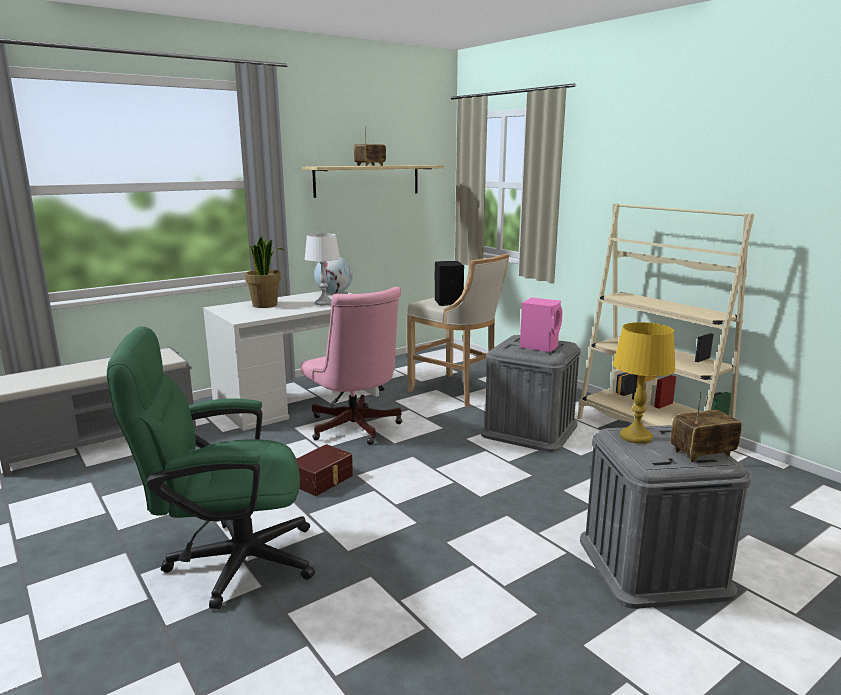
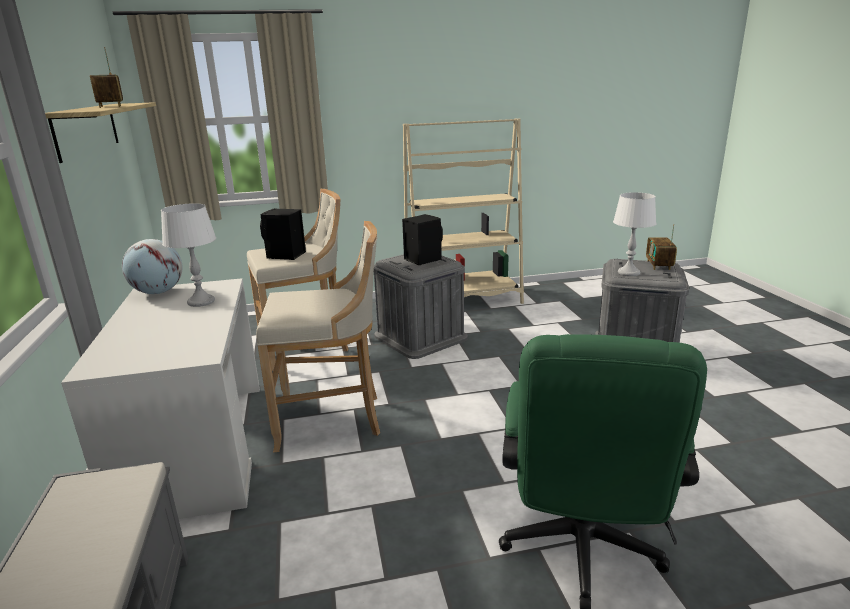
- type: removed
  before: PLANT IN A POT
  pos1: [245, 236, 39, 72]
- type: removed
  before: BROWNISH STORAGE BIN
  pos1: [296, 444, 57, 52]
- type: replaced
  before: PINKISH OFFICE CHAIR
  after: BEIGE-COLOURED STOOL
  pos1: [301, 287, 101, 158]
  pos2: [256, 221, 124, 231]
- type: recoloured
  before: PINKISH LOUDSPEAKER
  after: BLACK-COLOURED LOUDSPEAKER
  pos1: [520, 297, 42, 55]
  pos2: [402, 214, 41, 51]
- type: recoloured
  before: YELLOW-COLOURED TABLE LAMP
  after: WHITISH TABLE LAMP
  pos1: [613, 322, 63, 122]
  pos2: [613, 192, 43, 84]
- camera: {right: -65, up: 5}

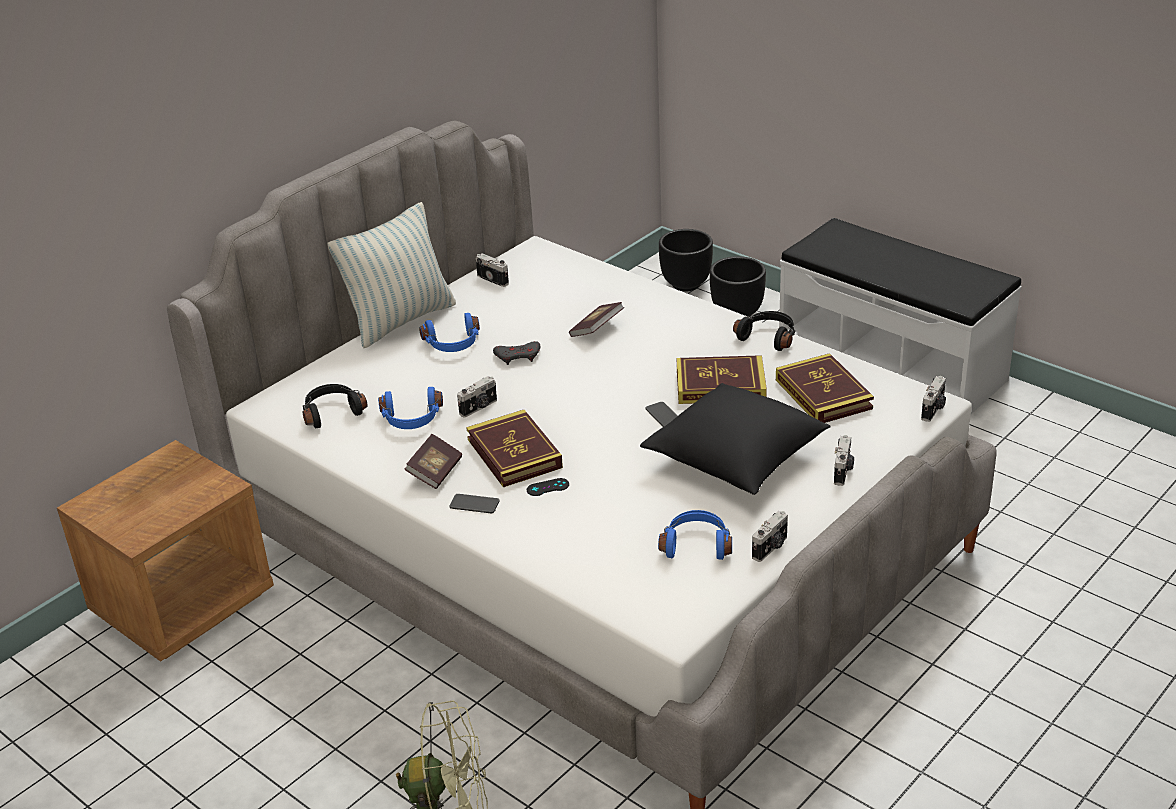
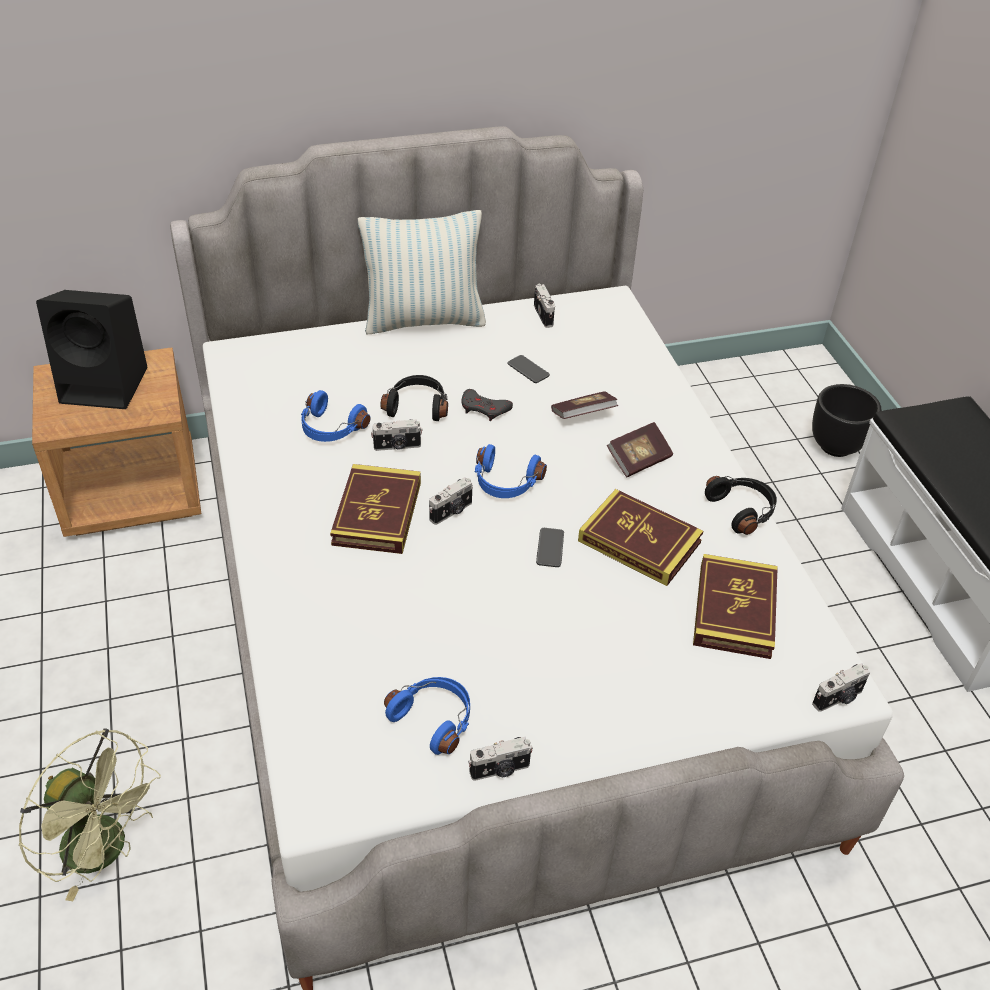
- type: moved
  before: BLACK-COLOURED HEADSET
  pos1: [302, 384, 66, 44]
  pos2: [380, 375, 68, 46]
- type: moved
  before: BOOK
  pos1: [404, 434, 58, 55]
  pos2: [607, 422, 66, 55]
- type: moved
  before: BLUE-COLOURED HEADSET
  pos1: [419, 313, 61, 39]
  pos2: [475, 444, 72, 54]
- type: moved
  before: HANDSET
  pos1: [449, 494, 51, 19]
  pos2: [508, 355, 42, 28]
- type: removed
  before: BLACK-COLOURED GAMEPAD
  pos1: [527, 478, 42, 18]
- type: removed
  before: BLACK-COLOURED PILLOW
  pos1: [640, 383, 190, 112]
- type: removed
  before: BLACK-COLOURED PLANT POT
  pos1: [659, 229, 54, 62]
- type: moved
  before: PHOTO CAMERA
  pos1: [834, 435, 20, 51]
  pos2: [429, 477, 44, 48]
- type: added
  after: BLACK-COLOURED LOUDSPEAKER
  pos2: [36, 290, 112, 119]
- camera: {right: 30, up: 10}

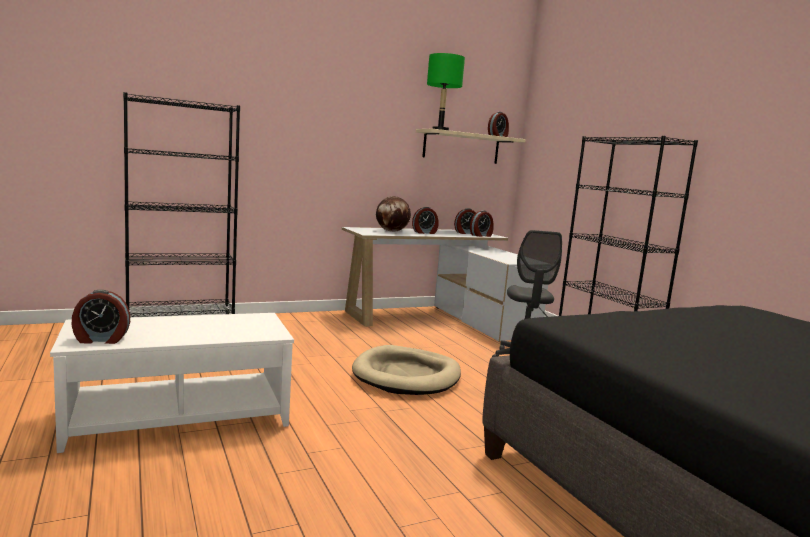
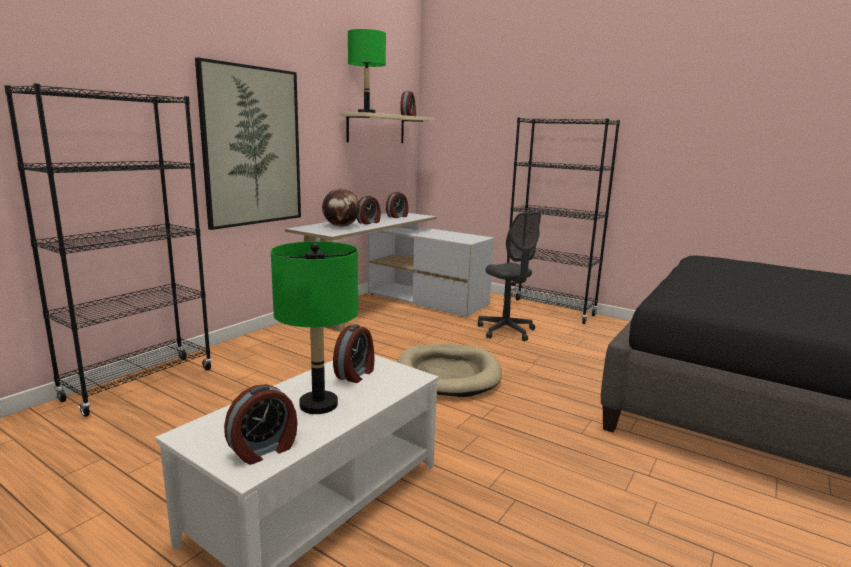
- type: moved
  before: BEDSIDE CLOCK
  pos1: [470, 210, 24, 27]
  pos2: [333, 324, 41, 59]
- type: added
  after: WALL PICTURE
  pos2: [195, 57, 106, 173]
- type: added
  after: GREEN TABLE LAMP
  pos2: [271, 241, 87, 173]
- camera: {right: -30, up: 5}

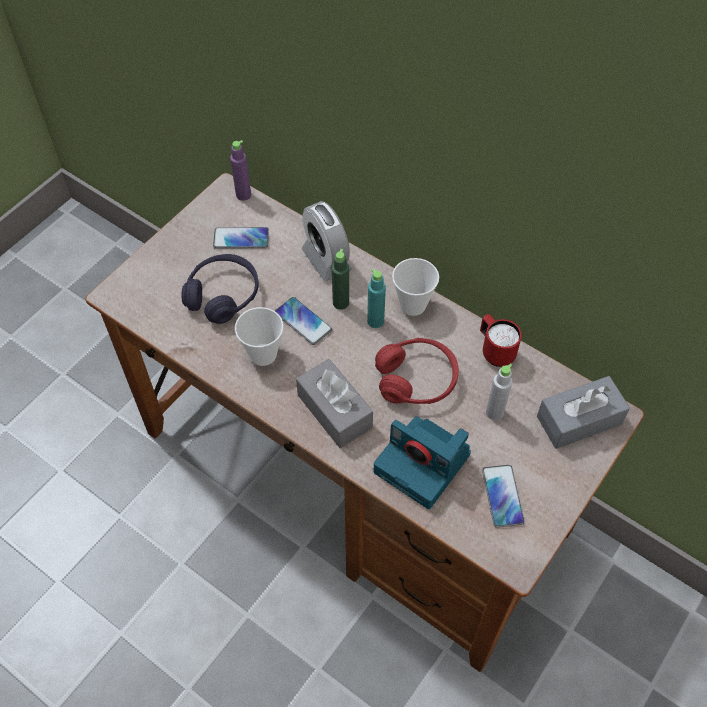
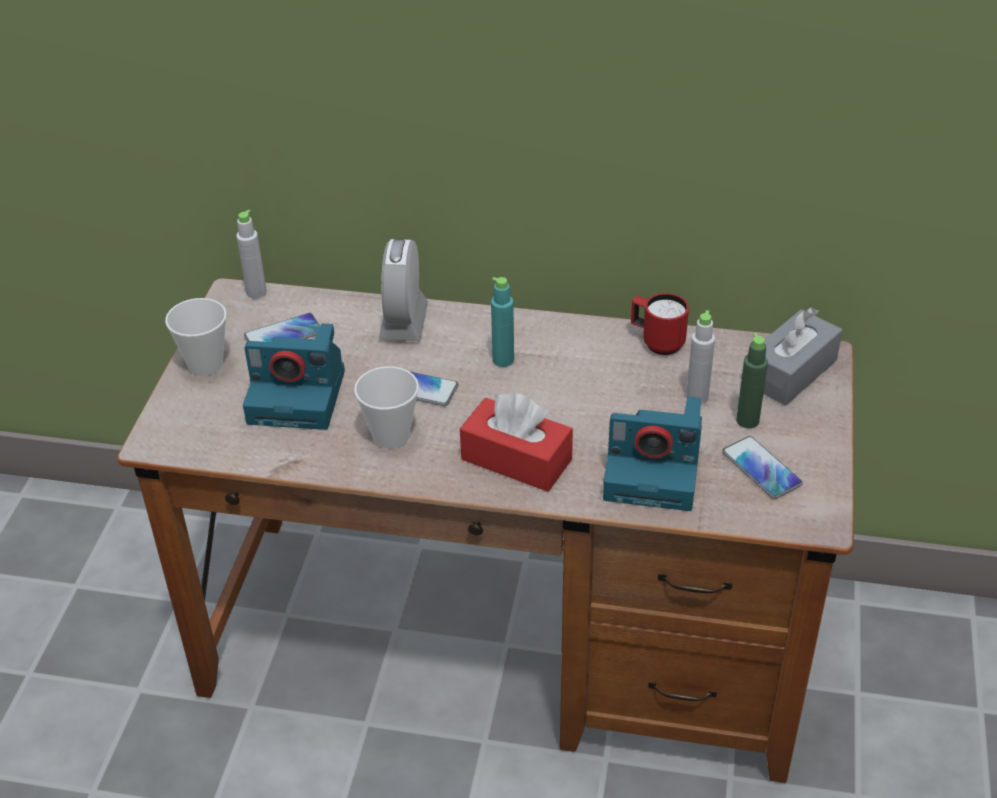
- type: replaced
  before: PURPLE HEADSET
  after: PHOTO CAMERA
  pos1: [182, 254, 77, 70]
  pos2: [243, 323, 102, 107]
- type: recoloured
  before: PURPLE BEVERAGE BOTTLE
  after: GREY BEVERAGE BOTTLE
  pos1: [230, 140, 21, 61]
  pos2: [236, 210, 31, 89]
- type: recoloured
  before: GREY TISSUE BOX
  after: RED-COLOURED TISSUE BOX
  pos1: [296, 359, 77, 89]
  pos2: [460, 393, 113, 99]
- type: turned
  before: BEDSIDE CLOCK
  pos1: [302, 201, 50, 81]
  pos2: [379, 239, 49, 102]
  turn: 60
- type: moved
  before: GREEN BEVERAGE BOTTLE
  pos1: [332, 249, 17, 61]
  pos2: [736, 333, 32, 95]
- type: removed
  before: RED-COLOURED HEADSET
  pos1: [375, 338, 84, 66]
- type: moved
  before: CUP
  pos1: [392, 258, 47, 58]
  pos2: [165, 298, 62, 78]
- camera: {right: -25, up: -15}

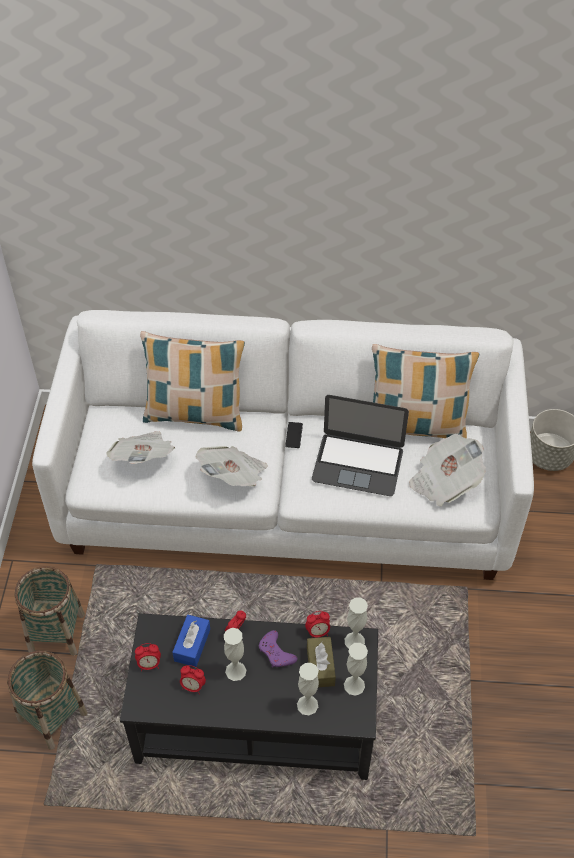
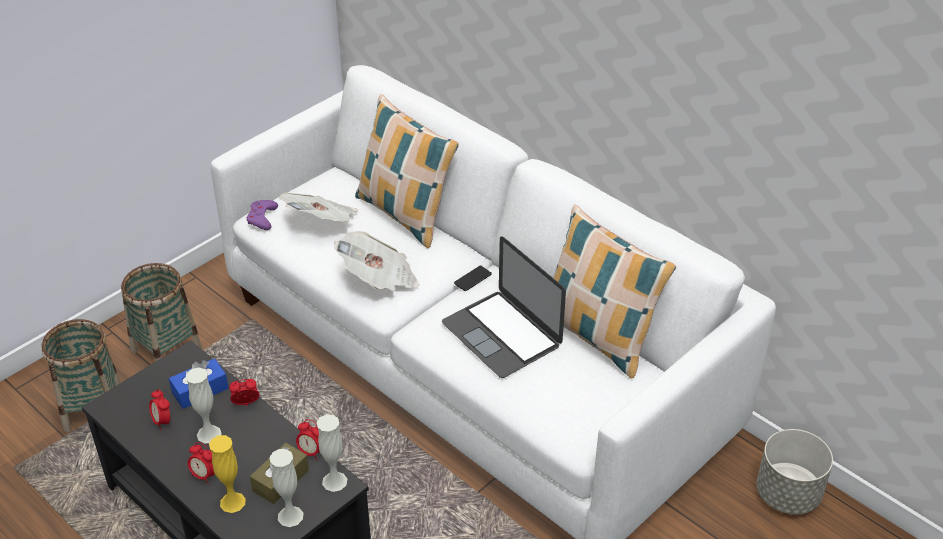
- type: moved
  before: BEDSIDE CLOCK
  pos1: [135, 643, 26, 28]
  pos2: [188, 442, 27, 42]
- type: moved
  before: PURPLE GAMEPAD
  pos1: [259, 630, 38, 37]
  pos2: [246, 200, 32, 30]
- type: recoloured
  before: WHITISH VASE
  after: YELLOW-COLOURED VASE
  pos1: [297, 663, 22, 52]
  pos2: [209, 435, 37, 78]
- type: removed
  before: DAILY PAPER
  pos1: [409, 434, 77, 72]
- camera: {right: 40, up: -10}

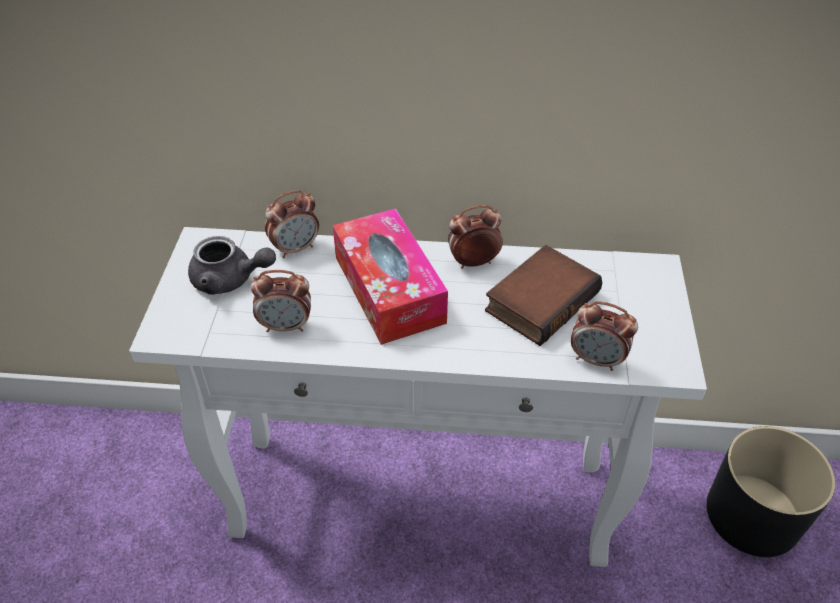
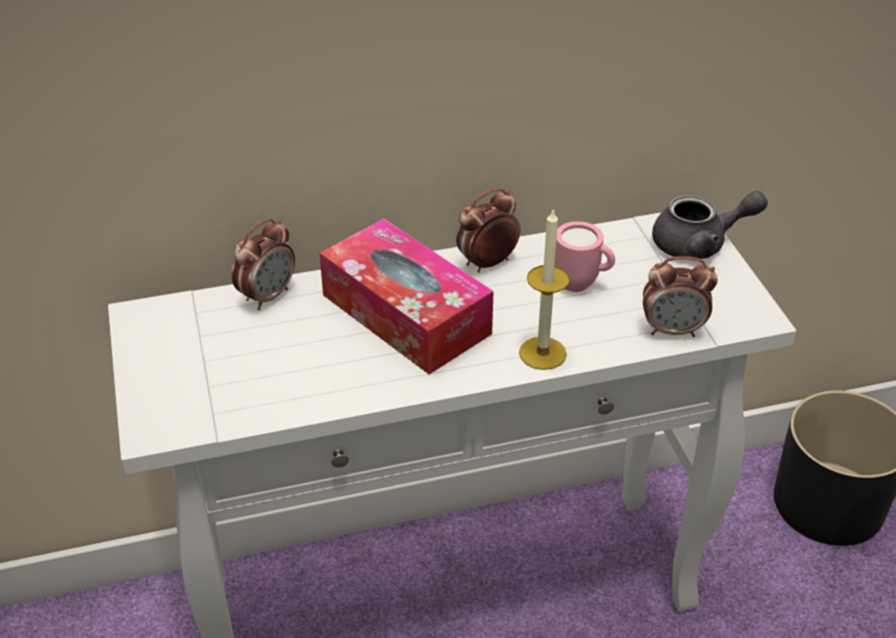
- type: moved
  before: GREY POT FOR TEA
  pos1: [188, 236, 88, 59]
  pos2: [652, 191, 116, 68]
- type: removed
  before: BEDSIDE CLOCK
  pos1: [251, 270, 60, 62]
- type: replaced
  before: BOOK
  after: PINKISH COFFEE MUG
  pos1: [485, 245, 117, 101]
  pos2: [555, 221, 60, 71]
- type: added
  after: WAX LIGHT
  pos2: [519, 208, 51, 162]
- camera: {right: -20, up: -5}

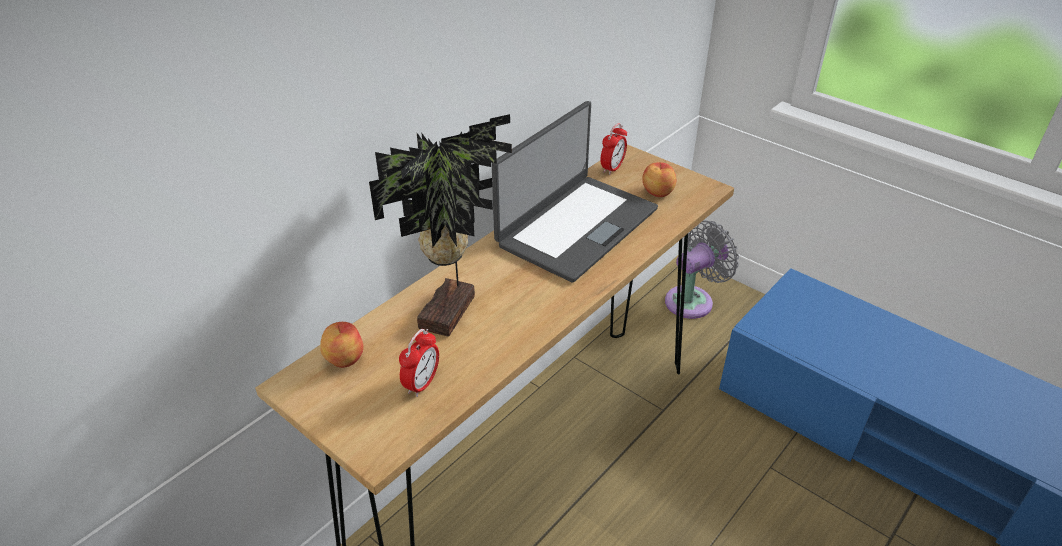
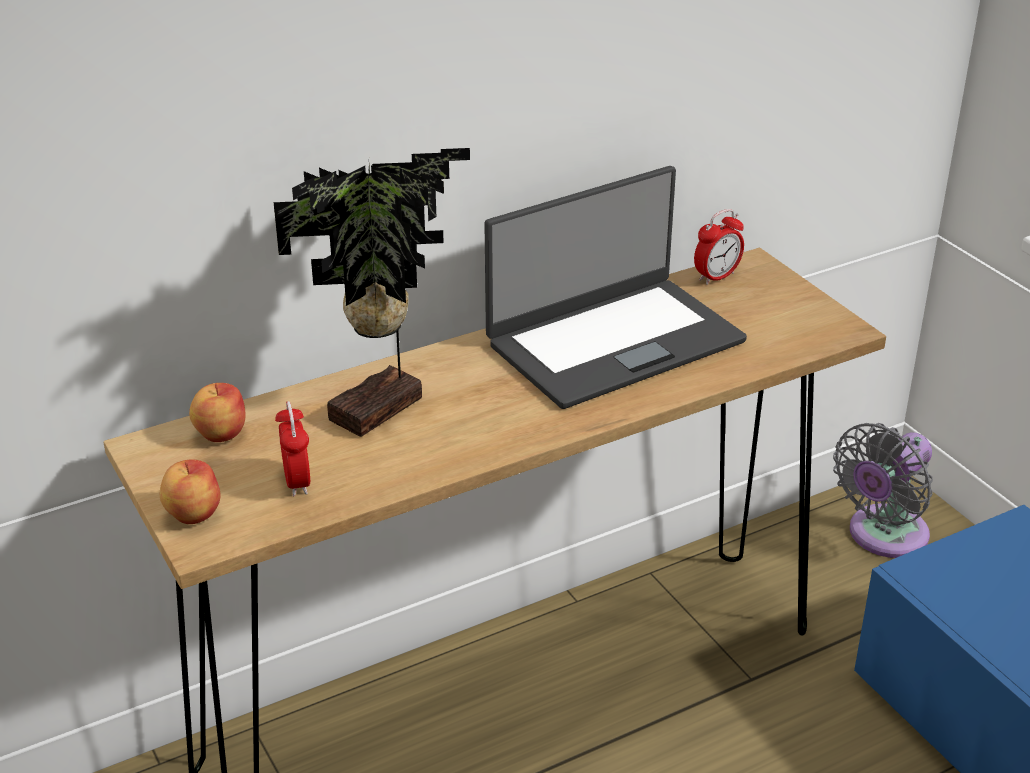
- type: turned
  before: BEDSIDE CLOCK
  pos1: [399, 329, 40, 68]
  pos2: [275, 401, 35, 95]
  turn: -60
- type: moved
  before: APPLE FRUIT
  pos1: [642, 162, 34, 35]
  pos2: [160, 459, 61, 65]
- type: turned
  before: GREY FAN
  pos1: [665, 220, 74, 99]
  pos2: [833, 423, 100, 135]
  turn: 150
- camera: {right: 20, up: -5}

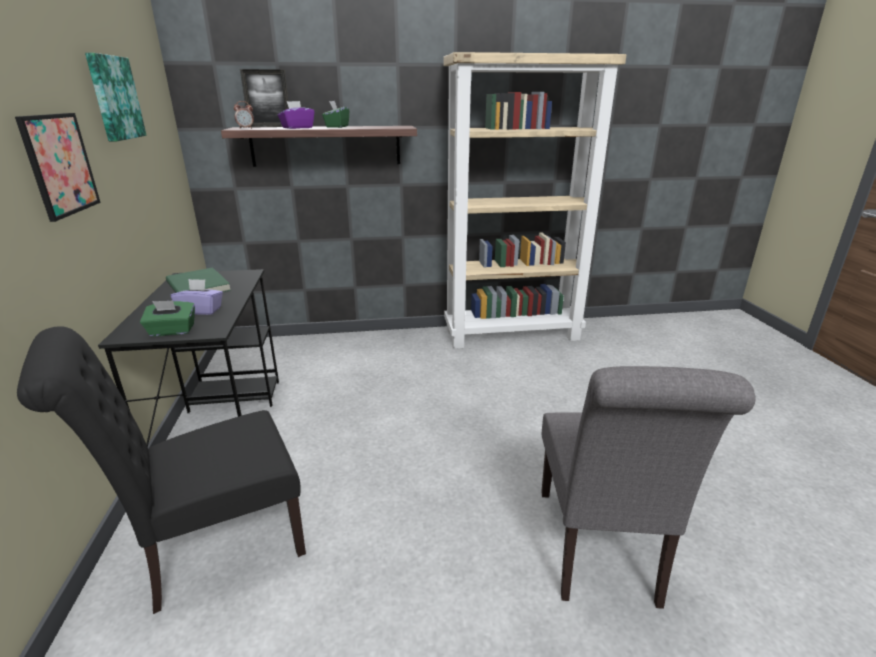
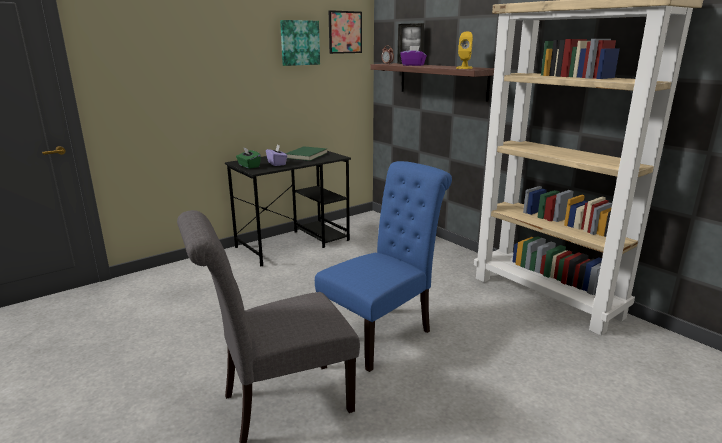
- type: moved
  before: WALL PICTURE
  pos1: [15, 113, 86, 109]
  pos2: [329, 10, 33, 44]
- type: removed
  before: BLACK-COLOURED CHAIR
  pos1: [17, 326, 289, 288]
- type: removed
  before: GREEN TISSUE BOX
  pos1: [322, 101, 27, 27]
- type: added
  after: BLUE-COLOURED CHAIR
  pos2: [315, 161, 137, 211]
- type: added
  after: YELLOW-COLOURED LOUDSPEAKER
  pos2: [456, 31, 17, 38]
- camera: {right: 60, up: -5}

